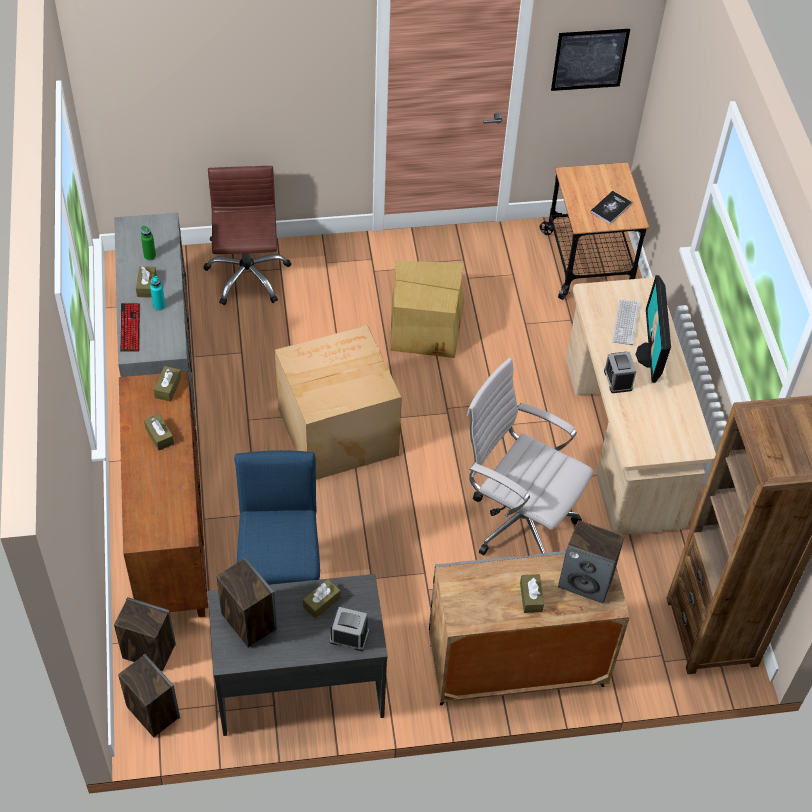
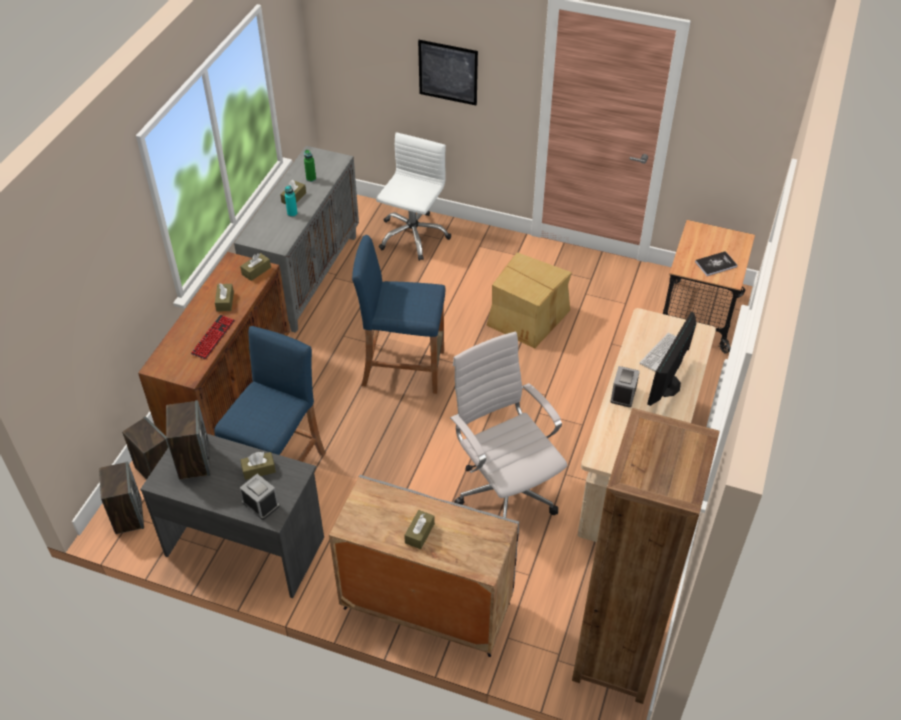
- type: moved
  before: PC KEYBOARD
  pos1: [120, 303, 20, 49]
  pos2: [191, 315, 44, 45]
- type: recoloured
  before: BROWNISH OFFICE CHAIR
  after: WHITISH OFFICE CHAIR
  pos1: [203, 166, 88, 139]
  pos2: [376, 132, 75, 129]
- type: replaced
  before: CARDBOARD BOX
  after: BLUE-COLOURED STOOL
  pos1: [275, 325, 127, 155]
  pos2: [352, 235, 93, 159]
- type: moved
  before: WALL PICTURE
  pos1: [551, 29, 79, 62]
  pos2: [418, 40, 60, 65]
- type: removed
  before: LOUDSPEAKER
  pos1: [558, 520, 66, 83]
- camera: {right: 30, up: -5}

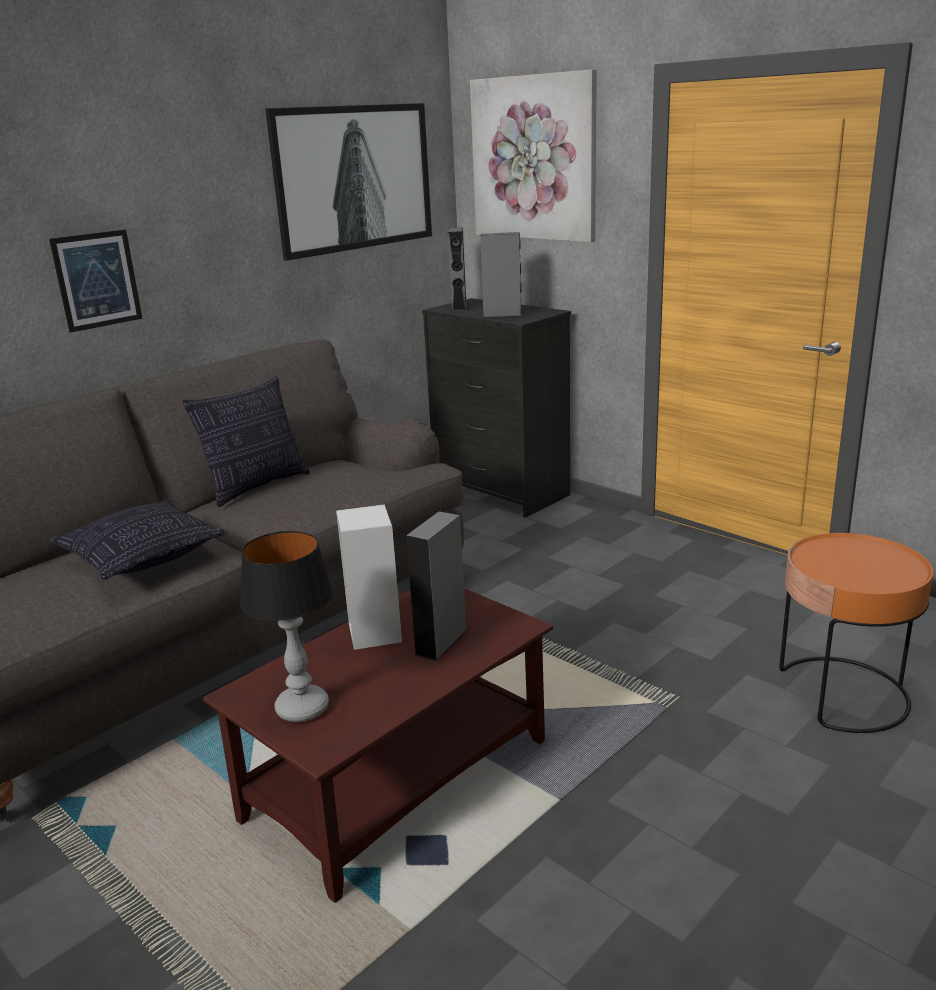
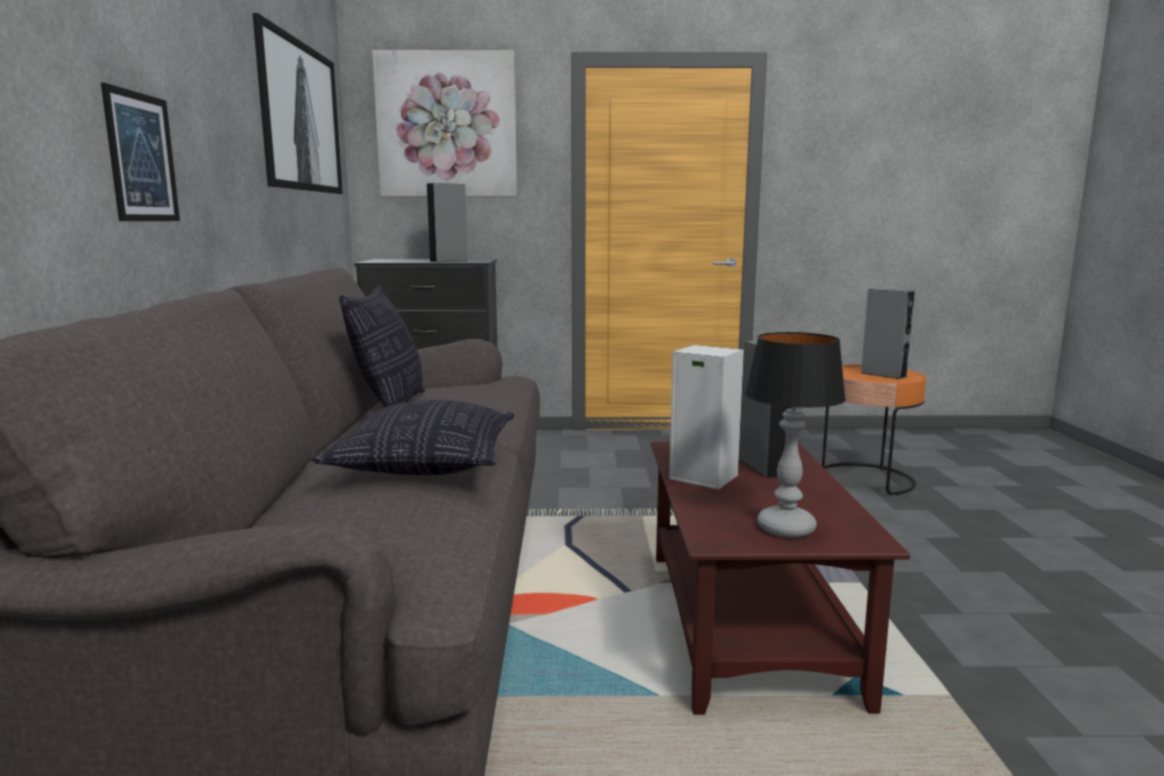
- type: moved
  before: GREY LOUDSPEAKER
  pos1: [448, 227, 19, 84]
  pos2: [861, 288, 54, 91]
- camera: {right: -45, up: -10}

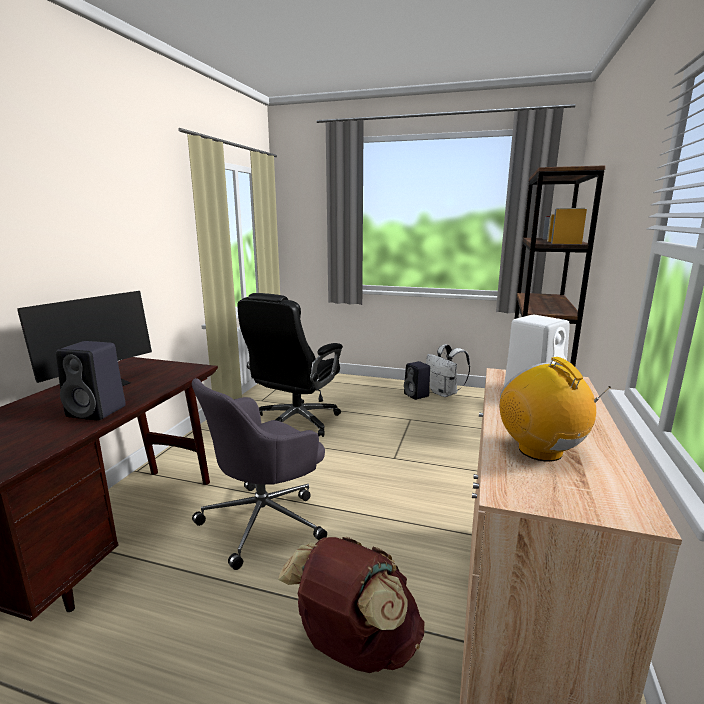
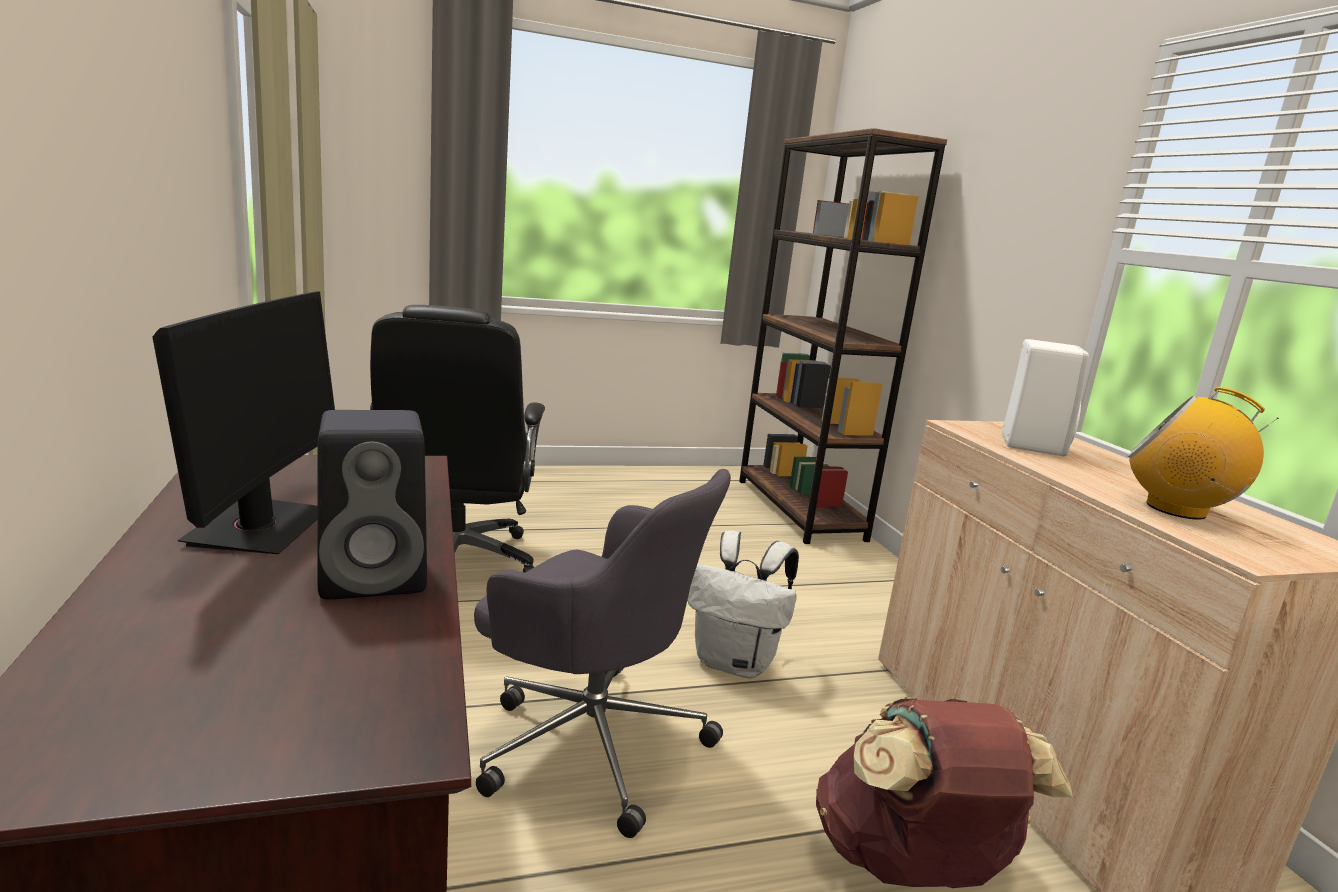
- type: turned
  before: GREY OFFICE CHAIR
  pos1: [192, 378, 135, 192]
  pos2: [474, 469, 257, 369]
  turn: -75
- type: removed
  before: BLACK-COLOURED LOUDSPEAKER
  pos1: [404, 361, 26, 39]
- type: moved
  before: WHITISH BACKPACK
  pos1: [426, 344, 44, 53]
  pos2: [687, 531, 112, 147]
- camera: {right: -35, up: 0}

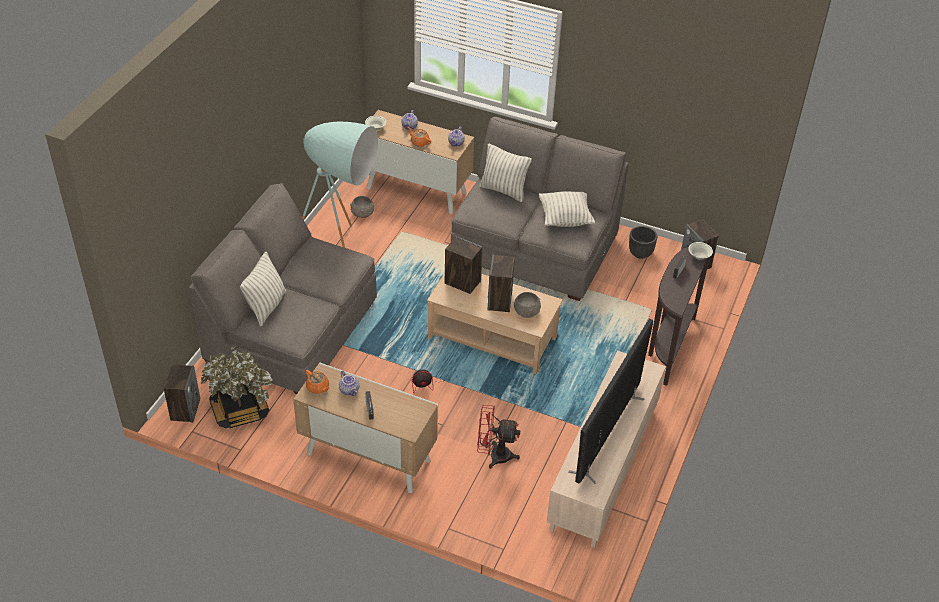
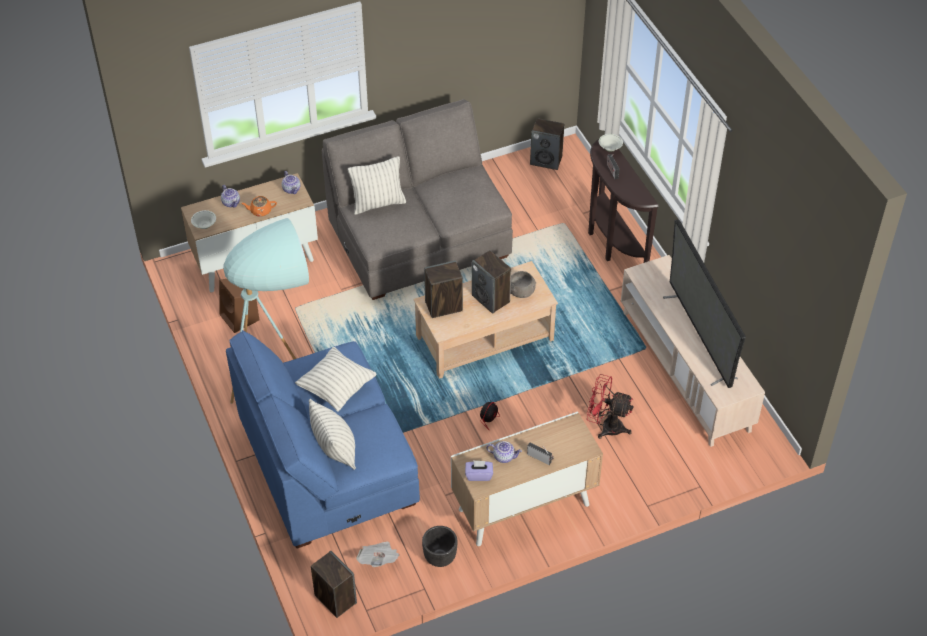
- type: recoloured
  before: GREY SOFA
  after: BLUE-COLOURED SOFA
  pos1: [188, 183, 189, 211]
  pos2: [226, 330, 194, 219]
- type: replaced
  before: PLANT IN A POT
  after: DAILY PAPER
  pos1: [201, 346, 72, 82]
  pos2: [356, 541, 44, 26]
- type: replaced
  before: ORANGEY POT FOR TEA
  after: PURPLE TISSUE BOX
  pos1: [306, 370, 24, 24]
  pos2: [465, 460, 28, 21]
- type: replaced
  before: GREY DEEP DISH
  after: BROWNISH LOUDSPEAKER
  pos1: [350, 196, 24, 22]
  pos2: [219, 279, 40, 54]
- type: turned
  before: RED-COLOURED FAN
  pos1: [477, 405, 43, 64]
  pos2: [587, 374, 47, 65]
  turn: 60
- type: moved
  before: PILLOW
  pos1: [539, 191, 56, 36]
  pos2: [295, 347, 82, 65]
- type: moved
  before: BLACK-COLOURED PLANT POT
  pos1: [629, 226, 28, 33]
  pos2: [422, 526, 35, 41]
- camera: {right: -45, up: 5}

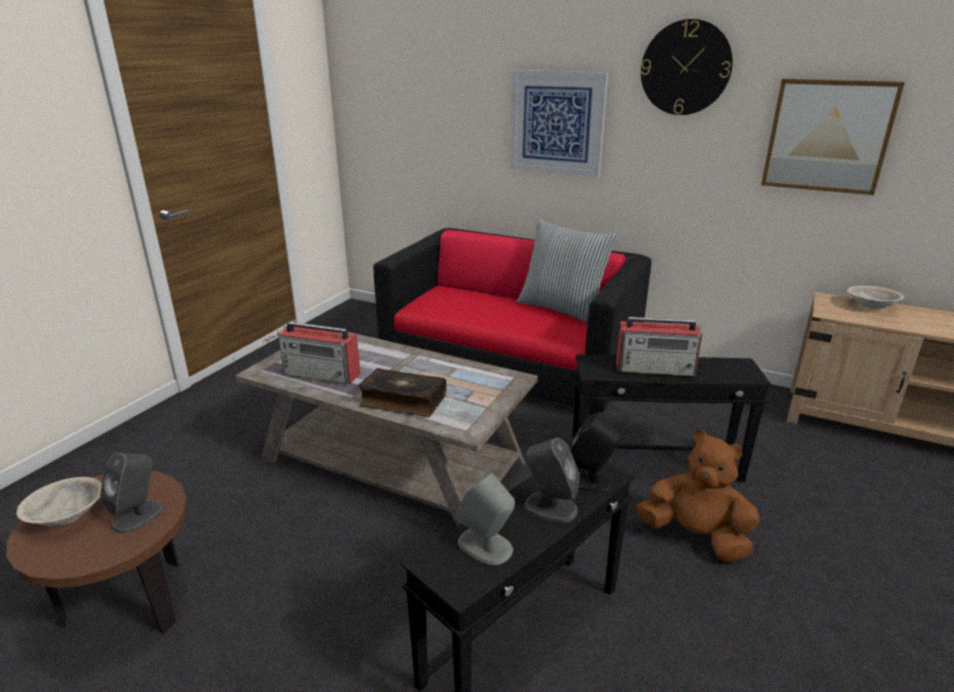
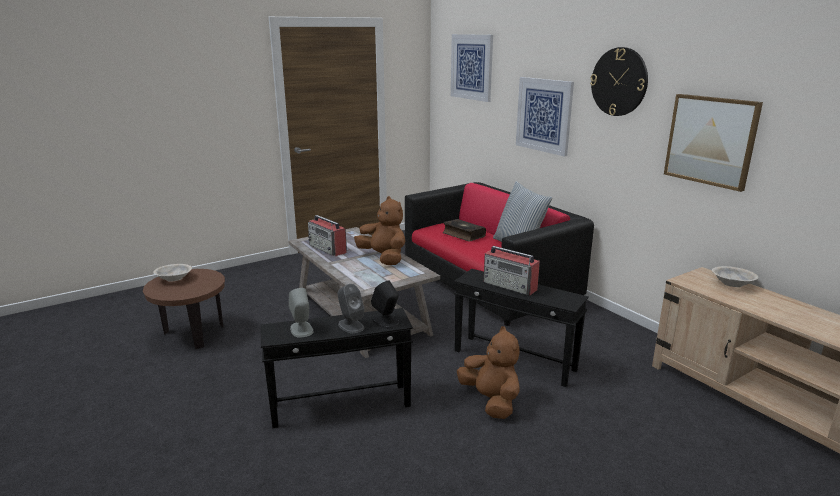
- type: removed
  before: GREY LOUDSPEAKER
  pos1: [100, 453, 65, 81]
- type: moved
  before: BOOK
  pos1: [359, 368, 87, 49]
  pos2: [443, 219, 43, 23]
- type: added
  after: BROWNISH SOFT TOY
  pos2: [354, 196, 51, 69]
- type: added
  after: WALL PICTURE
  pos2: [451, 34, 42, 68]
- camera: {right: 30, up: -5}

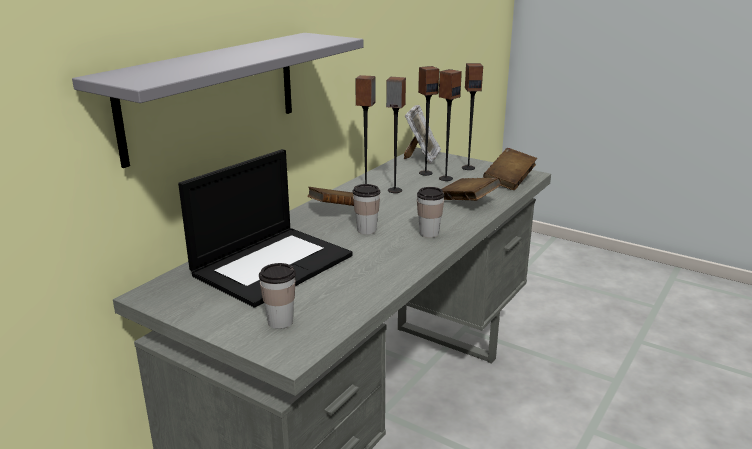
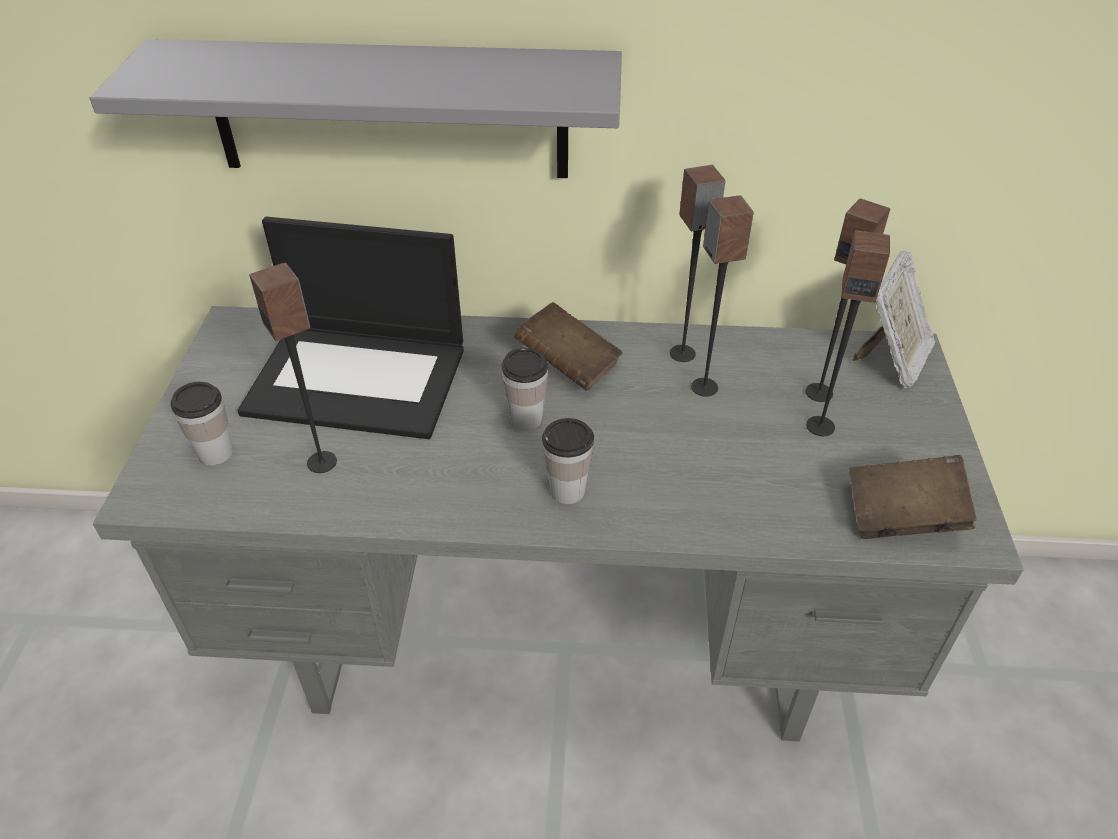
- type: turned
  before: STANDING FRAME
  pos1: [404, 105, 37, 58]
  pos2: [852, 251, 83, 137]
  turn: -45
- type: removed
  before: BROWNISH BOOK
  pos1: [442, 178, 59, 23]
- type: moved
  before: LOUDSPEAKER
  pos1: [462, 63, 21, 107]
  pos2: [249, 263, 88, 210]
- camera: {right: 60, up: 20}

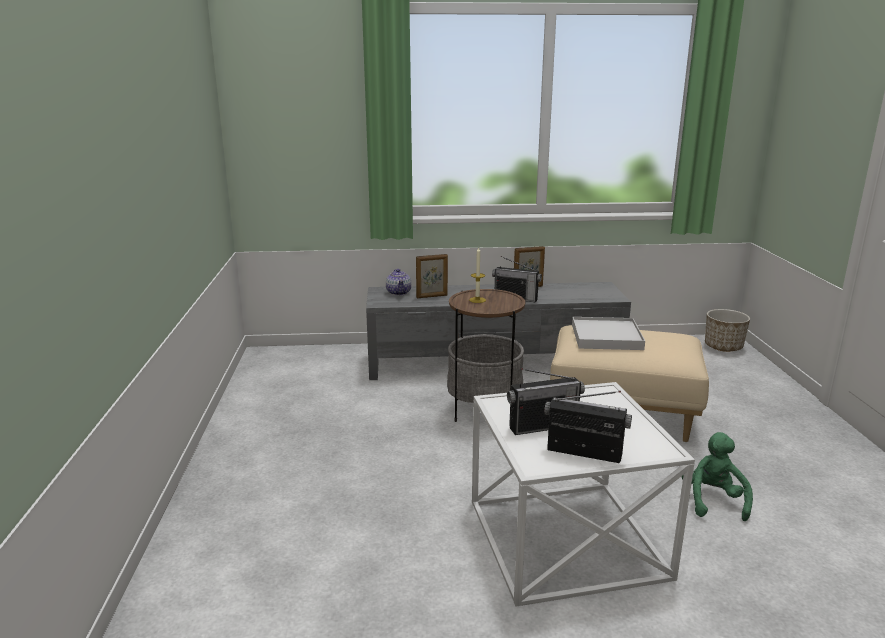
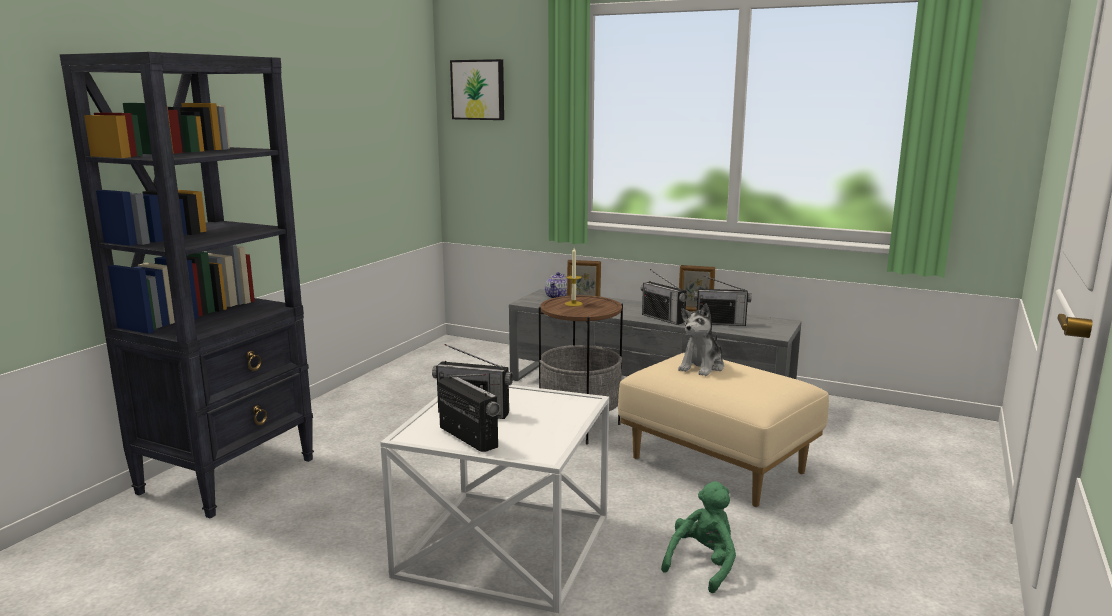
- type: replaced
  before: WHITISH TRAY
  after: SOFT TOY
  pos1: [572, 317, 73, 33]
  pos2: [678, 304, 46, 72]
- type: removed
  before: PLANT POT
  pos1: [705, 309, 45, 43]
- type: added
  after: BLACK-COLOURED SHELVING UNIT
  pos2: [59, 52, 255, 467]
- type: added
  after: WALL PICTURE
  pos2: [450, 59, 54, 61]
- type: added
  after: RADIO
  pos2: [694, 276, 58, 50]
- camera: {right: 30, up: -5}

